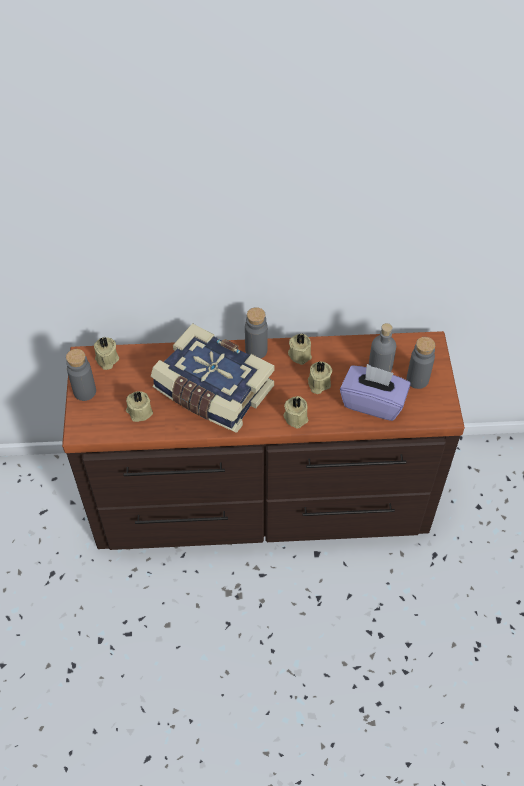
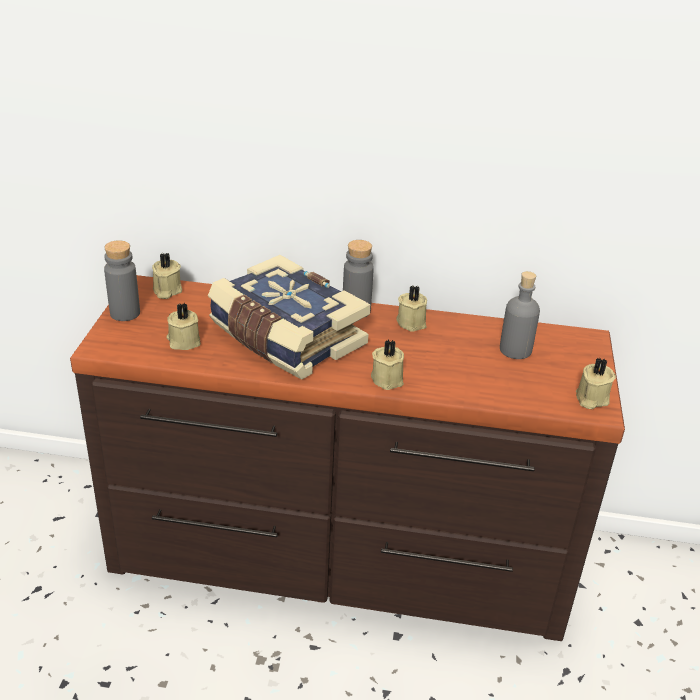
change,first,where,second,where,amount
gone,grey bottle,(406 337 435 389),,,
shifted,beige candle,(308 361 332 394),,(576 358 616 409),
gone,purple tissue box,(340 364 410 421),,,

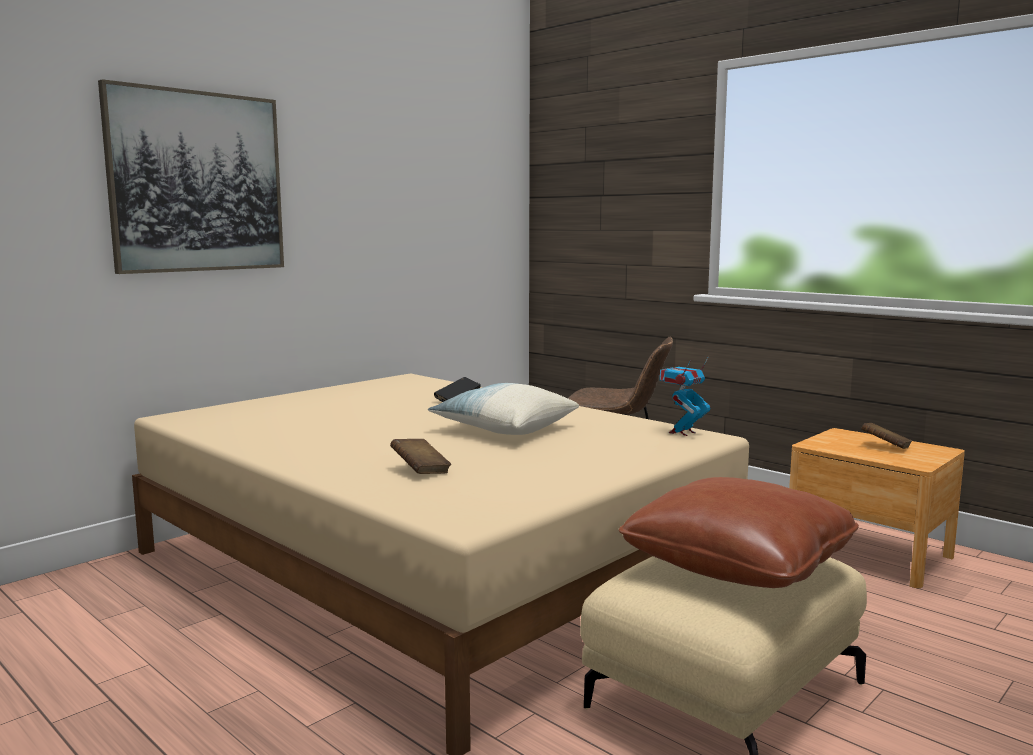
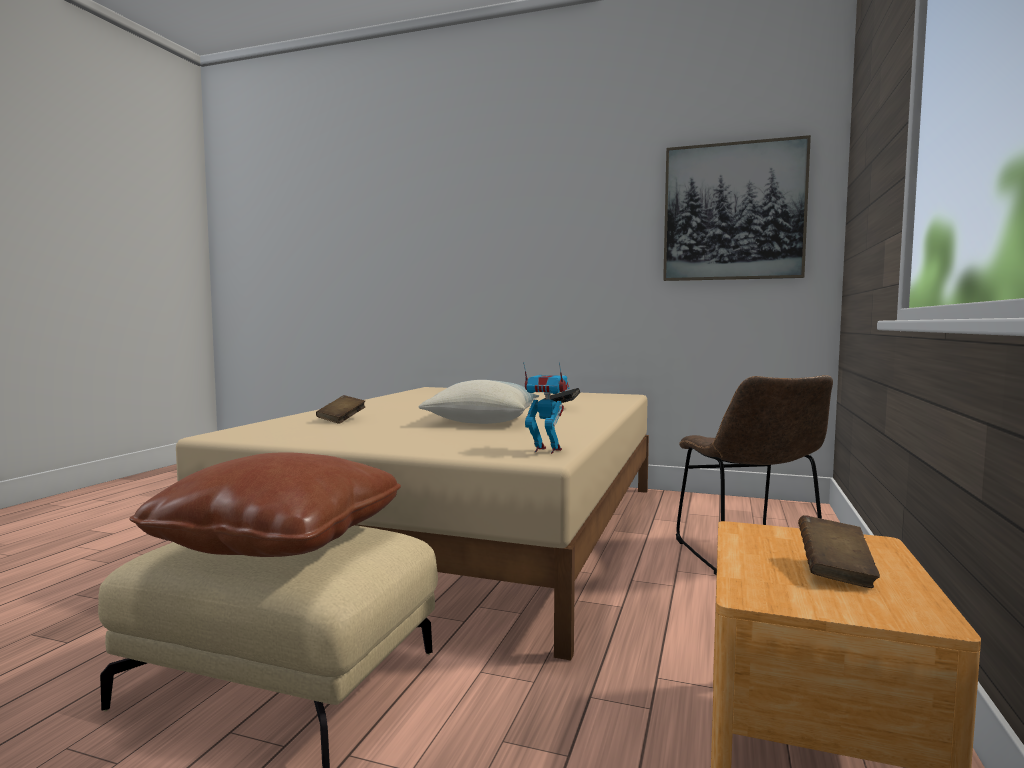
change,first,where,second,where,amount
shifted,picture,(98 79 284 274),,(663 135 811 281),

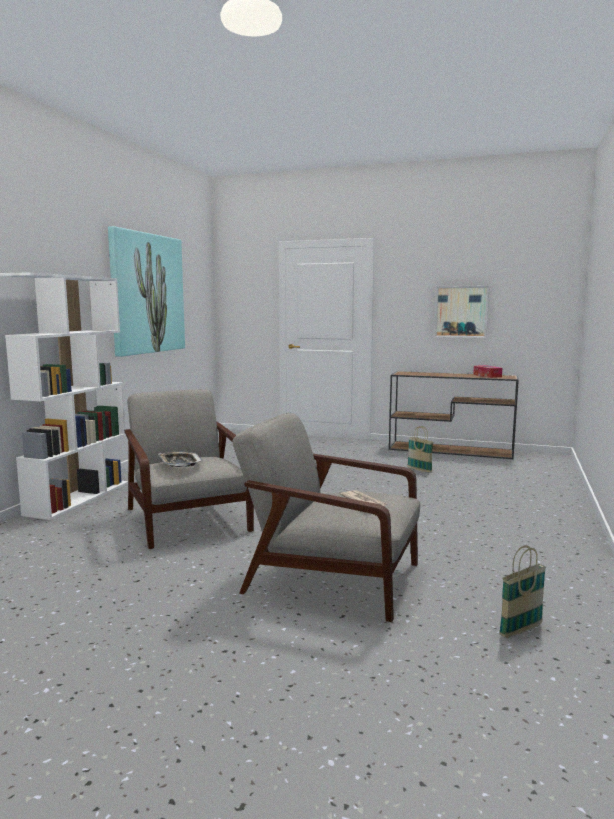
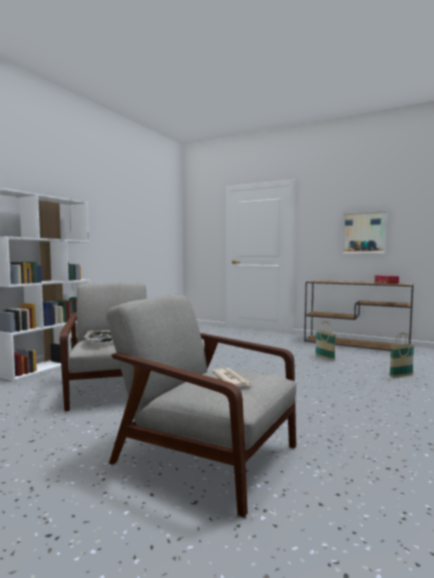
change,first,where,second,where,amount
gone,picture,(108 226 185 357),,,
shifted,basket,(499 545 546 638),,(389 332 414 378),

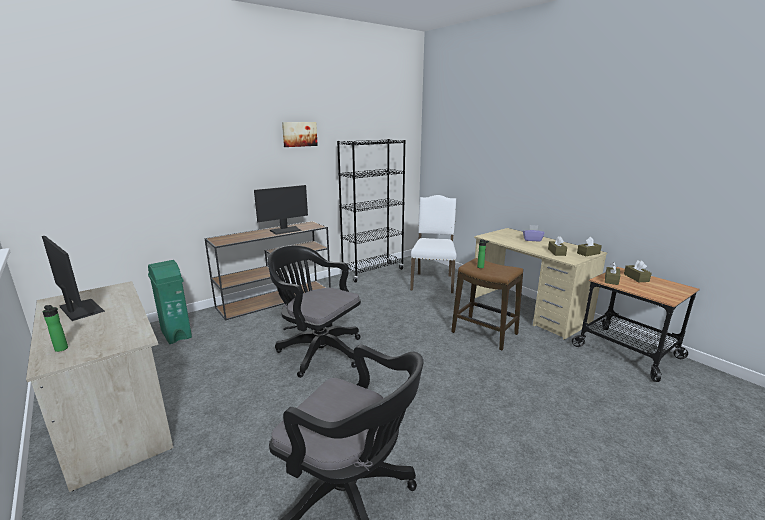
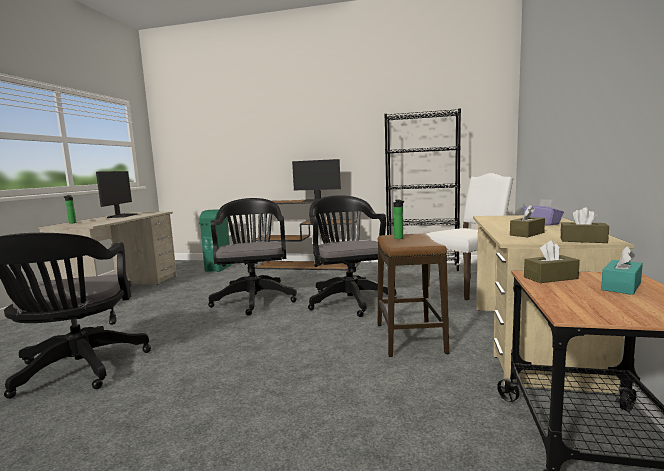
change,first,where,second,where,amount
gone,picture,(282 122 318 147),,,
repainted,brown tissue box,(624 260 652 282),turquoise tissue box,(601 246 643 295),
new,,,black office chair,(308 195 397 317),

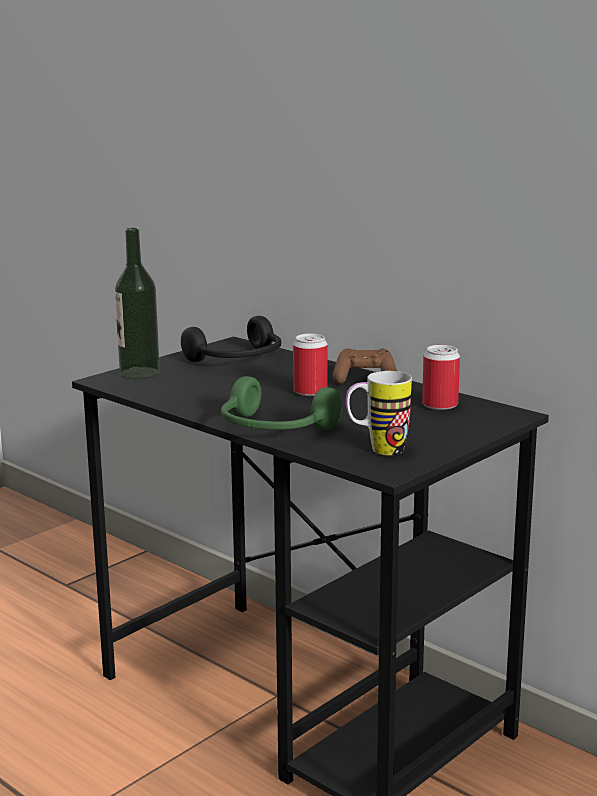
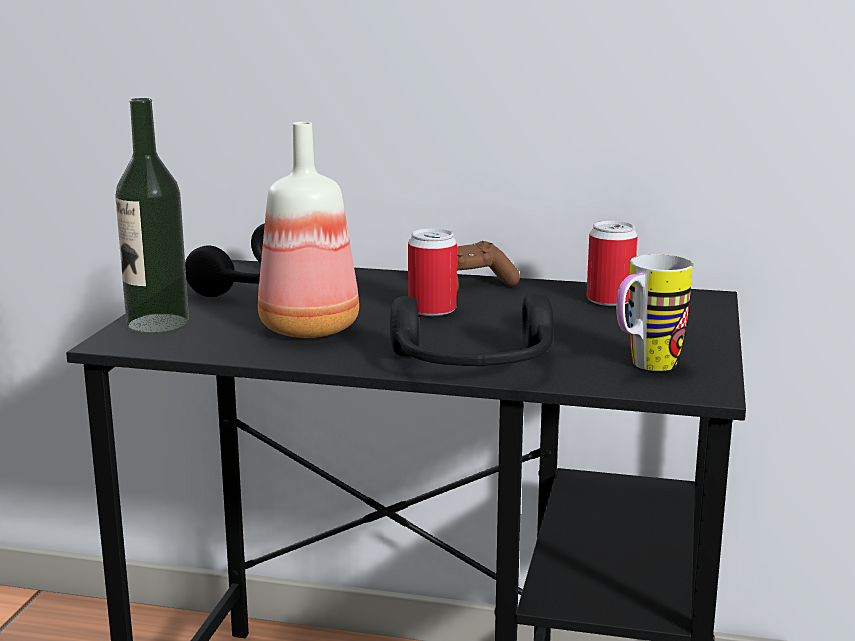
change,first,where,second,where,amount
repainted,green headphones,(221 376 342 430),black headphones,(390 293 554 366),
new,,,bottle,(258 122 359 338),

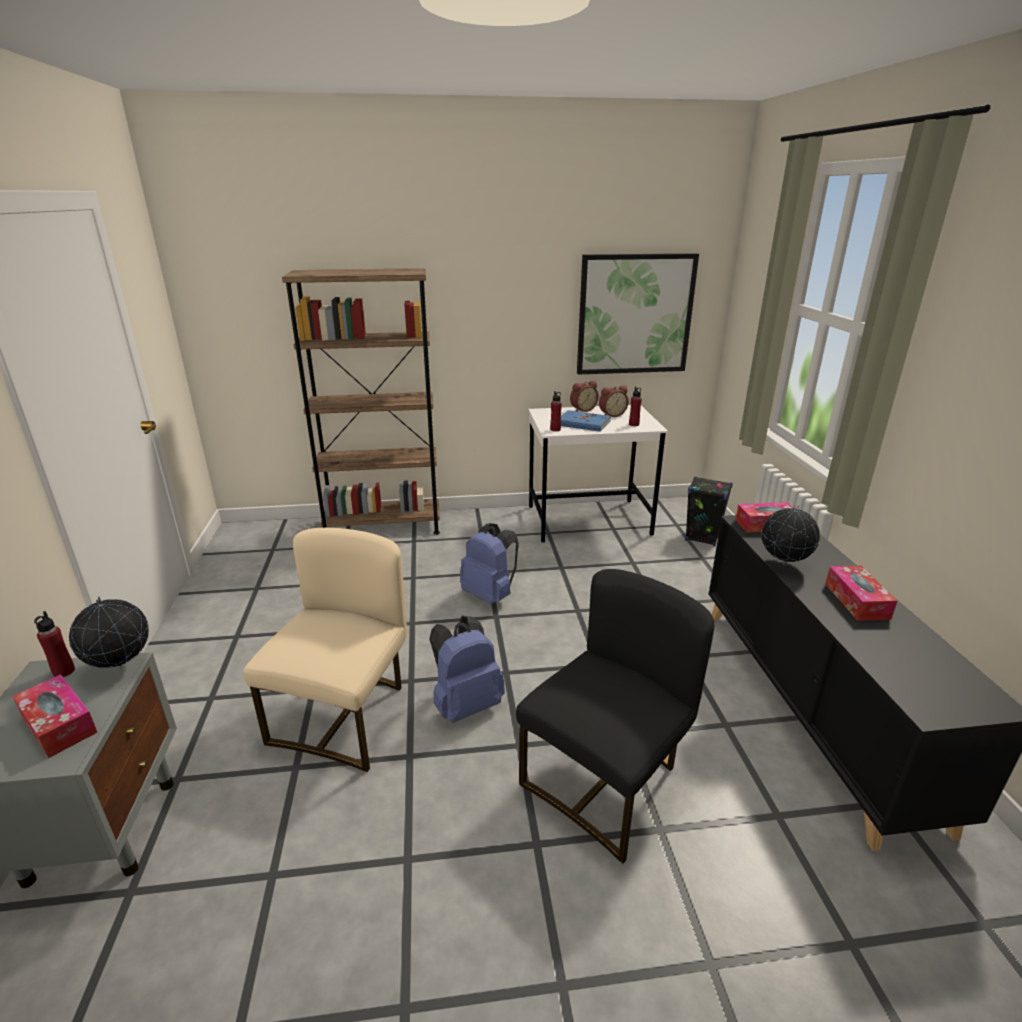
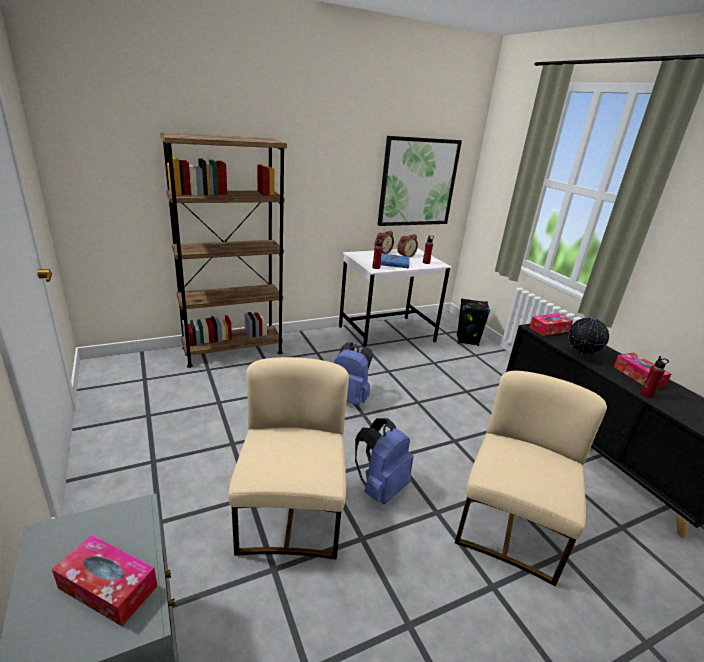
change,first,where,second,where,amount
repainted,black chair,(516 569 715 864),beige chair,(455 371 607 586),
gone,globe,(69 596 149 669),,,
shifted,red bottle,(34 611 75 677),,(640 356 669 398),

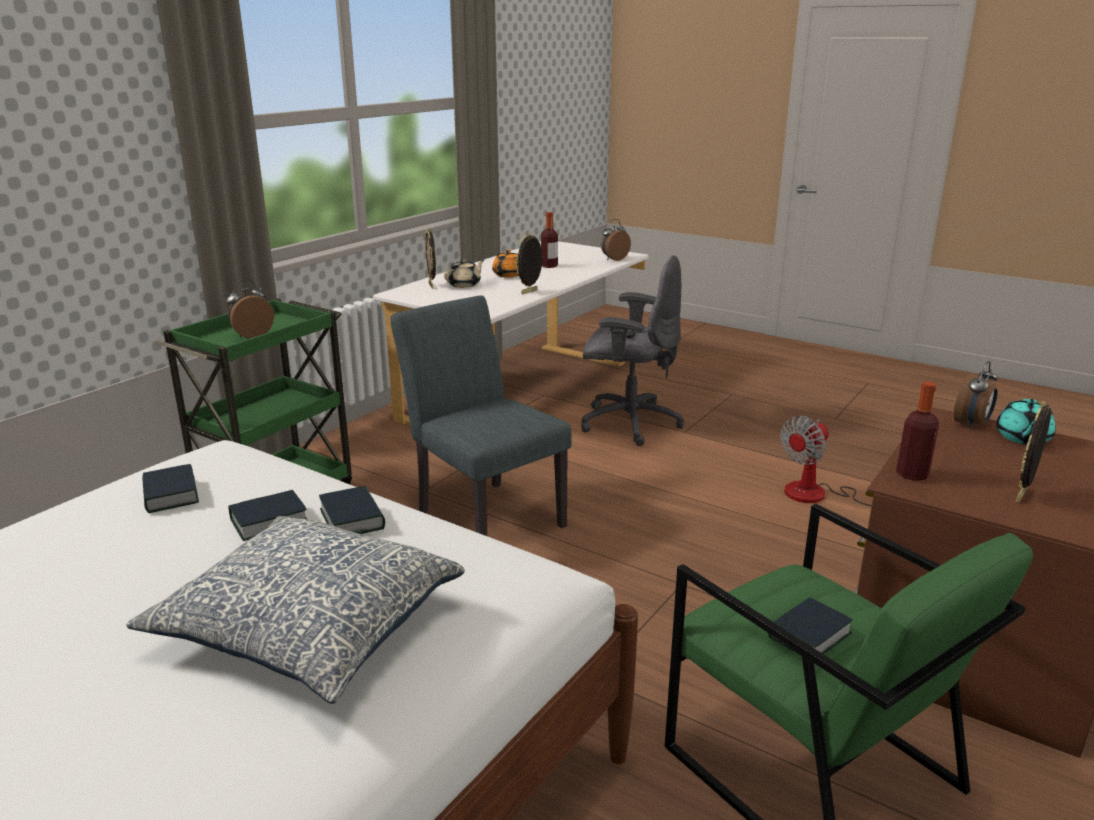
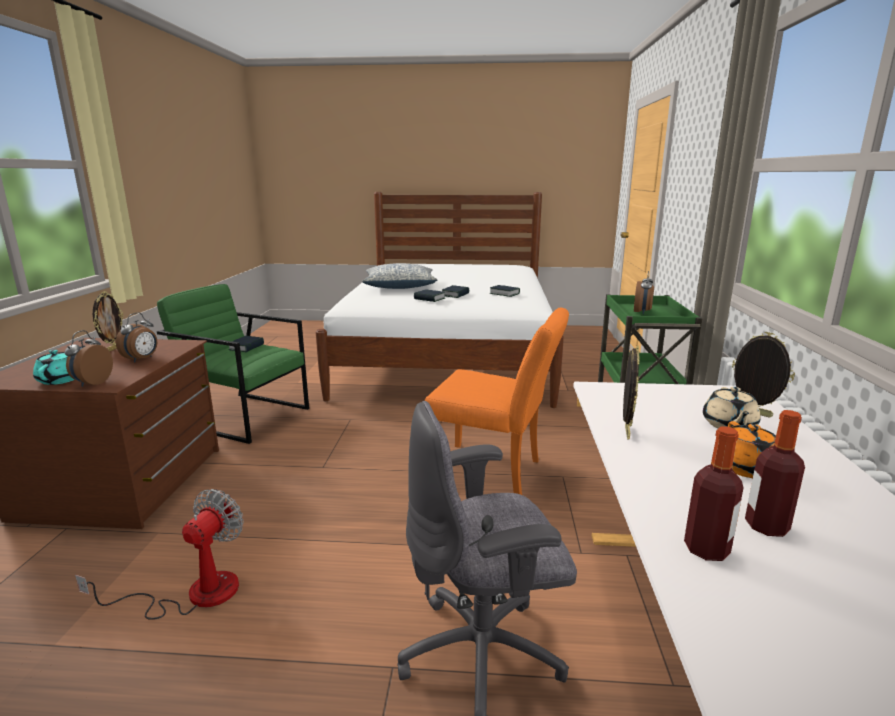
change,first,where,second,where,amount
shifted,alarm clock,(601 219 631 261),,(116 313 157 362),
repainted,grey chair,(391 295 571 536),orange chair,(425 307 569 495),
shifted,bottle,(896 381 939 481),,(684 426 744 561),

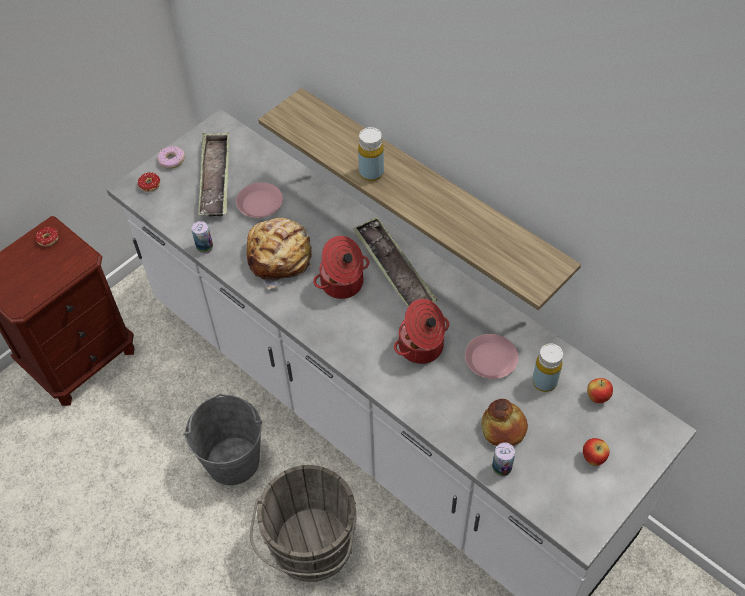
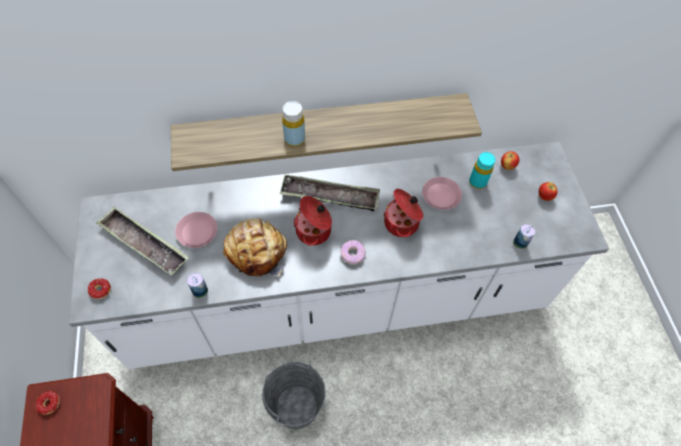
change,first,where,second,where,amount
shifted,donut,(157 146 185 169),,(340 240 366 264),
repainted,yellow bottle,(532 344 563 392),turquoise bottle,(469 152 496 189),
gone,bread,(481 399 528 446),,,
gone,grey bucket,(250 465 357 582),,,

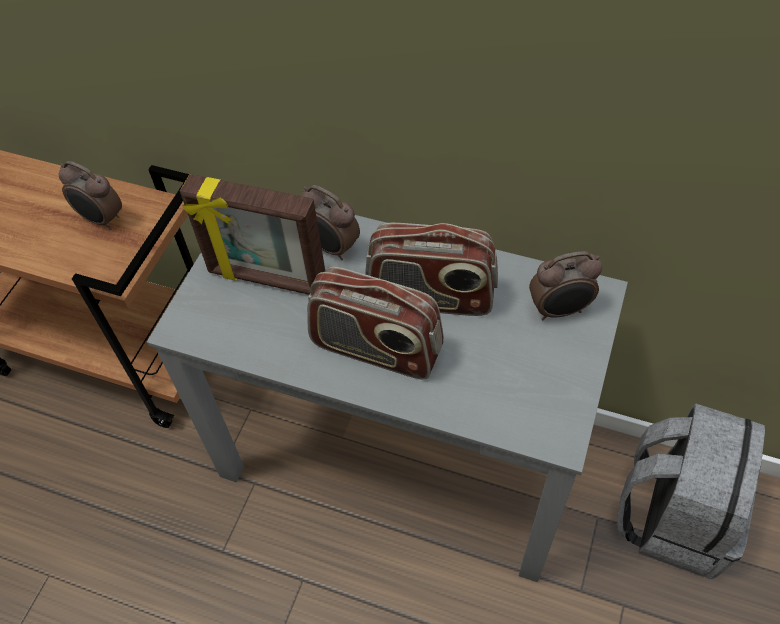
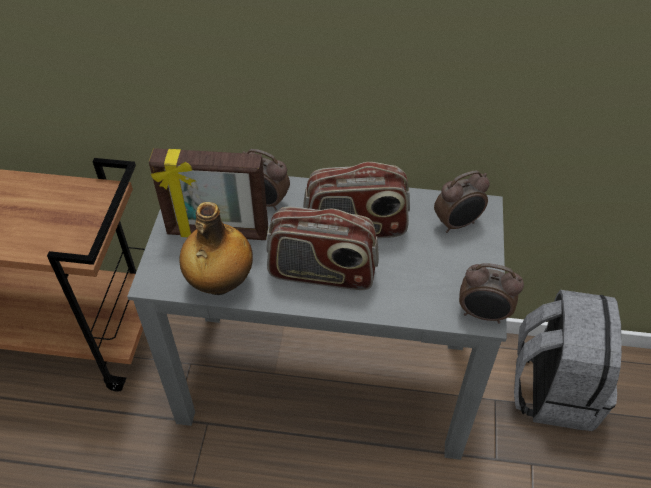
change,first,where,second,where,amount
shifted,alarm clock,(59 161 122 230),,(459 263 524 324),
new,,,bottle,(179 202 253 295),

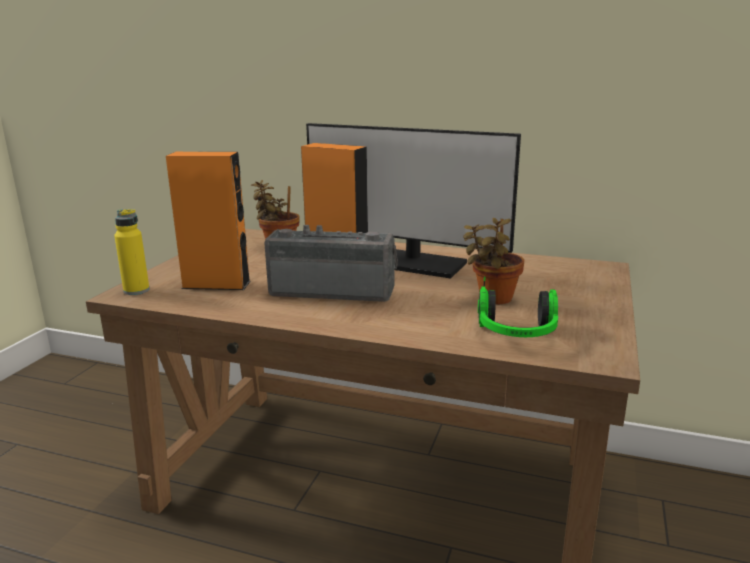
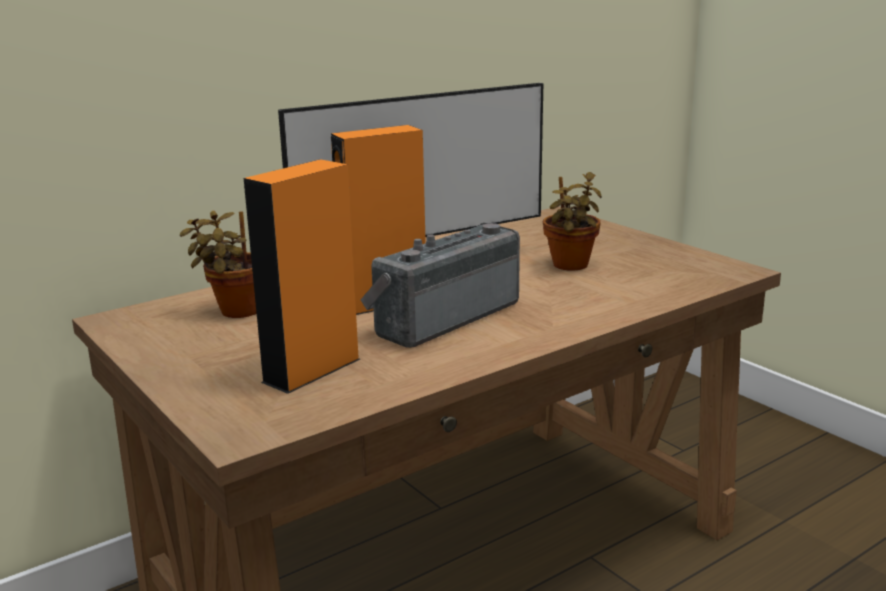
change,first,where,second,where,amount
gone,yellow bottle,(114 209 150 295),,,
gone,headphones,(478 277 558 337),,,

